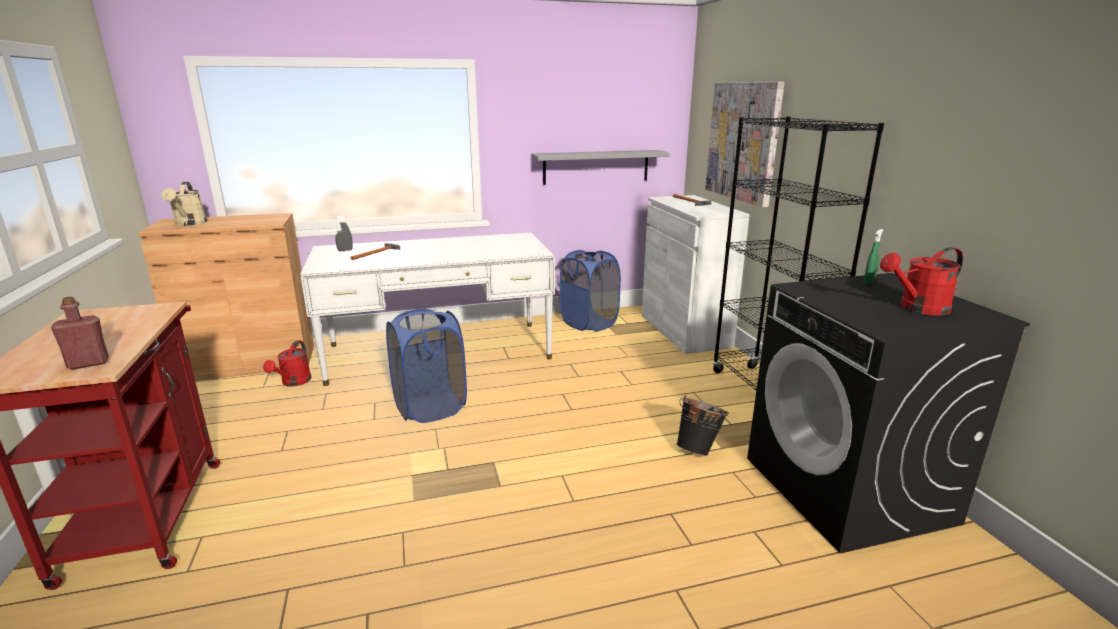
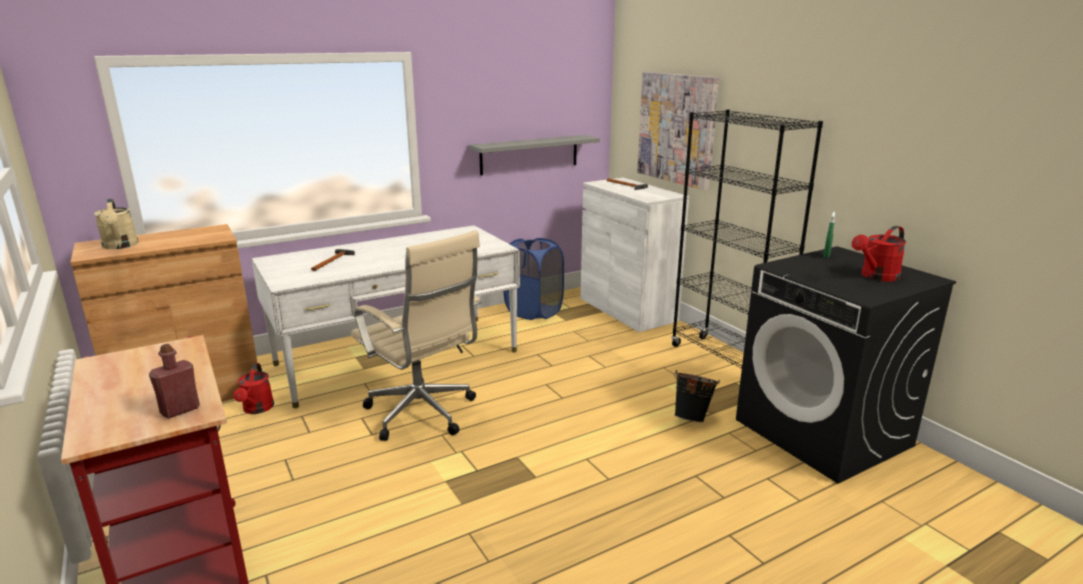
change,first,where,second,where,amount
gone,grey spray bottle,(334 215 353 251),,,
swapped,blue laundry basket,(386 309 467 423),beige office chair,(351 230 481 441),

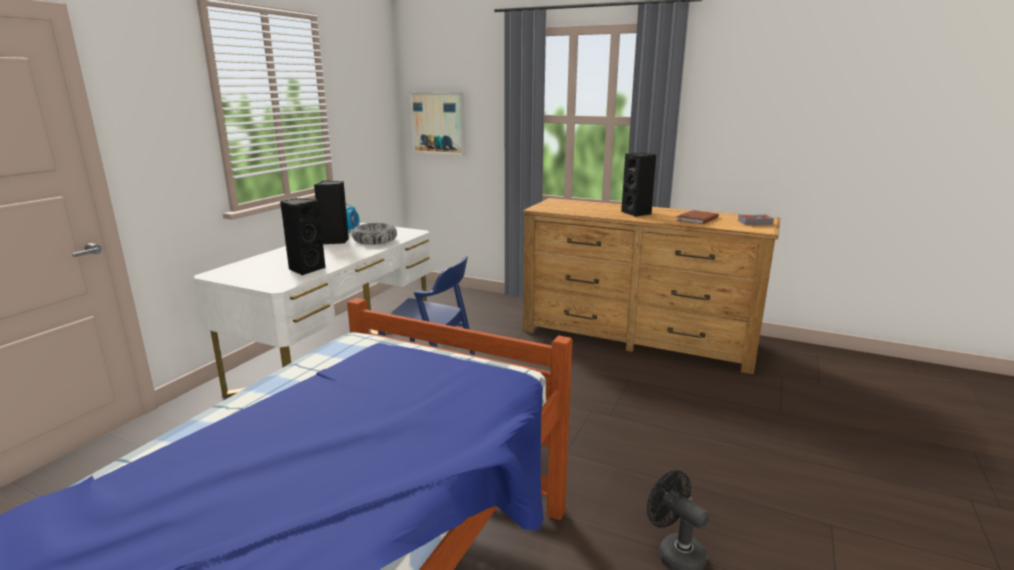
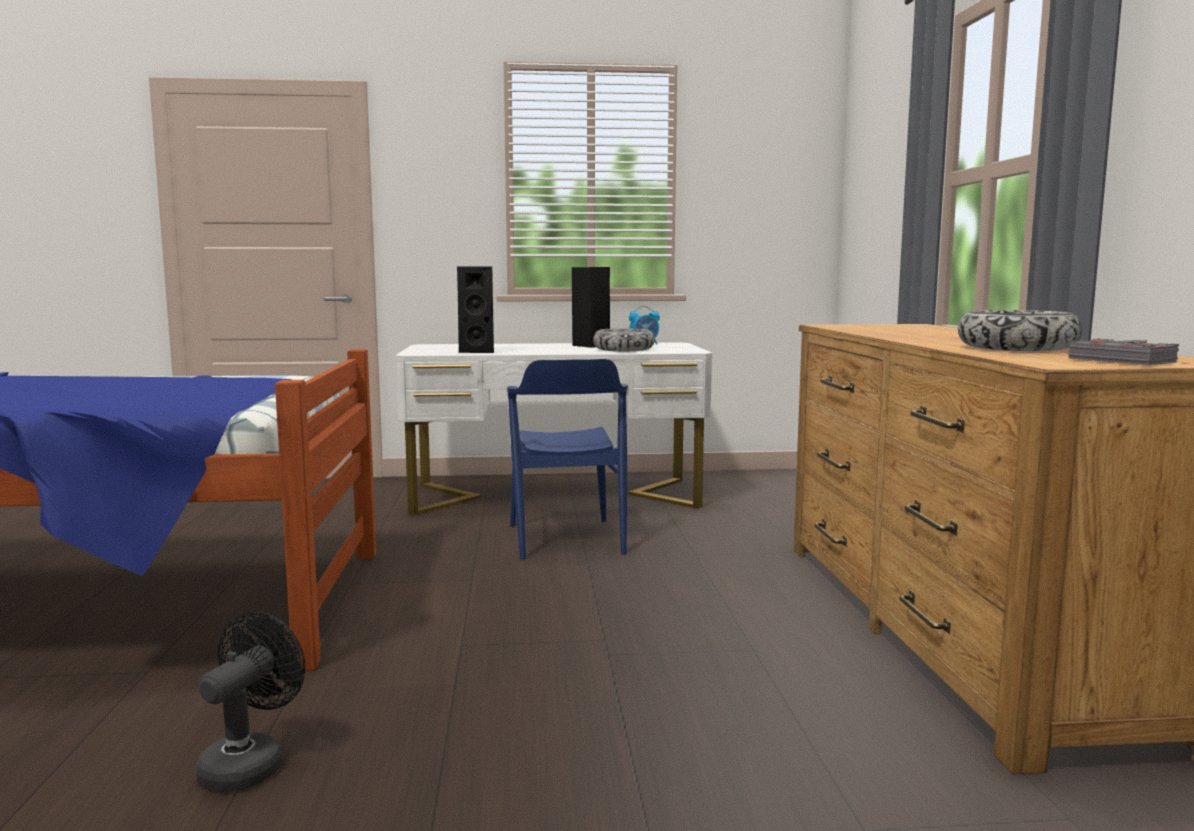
change,first,where,second,where,amount
gone,picture,(410 92 465 156),,,
gone,black speaker,(621 153 656 217),,,
swapped,brown book,(677 210 719 224),bowl,(958 310 1082 351),

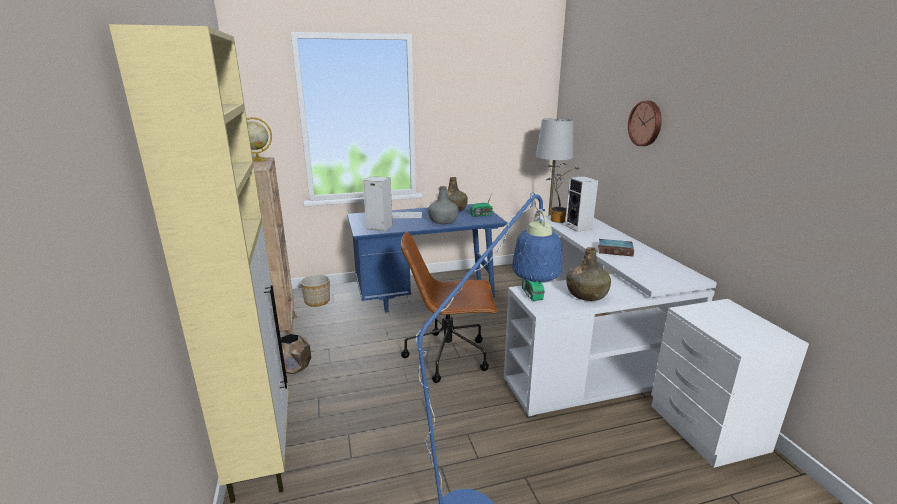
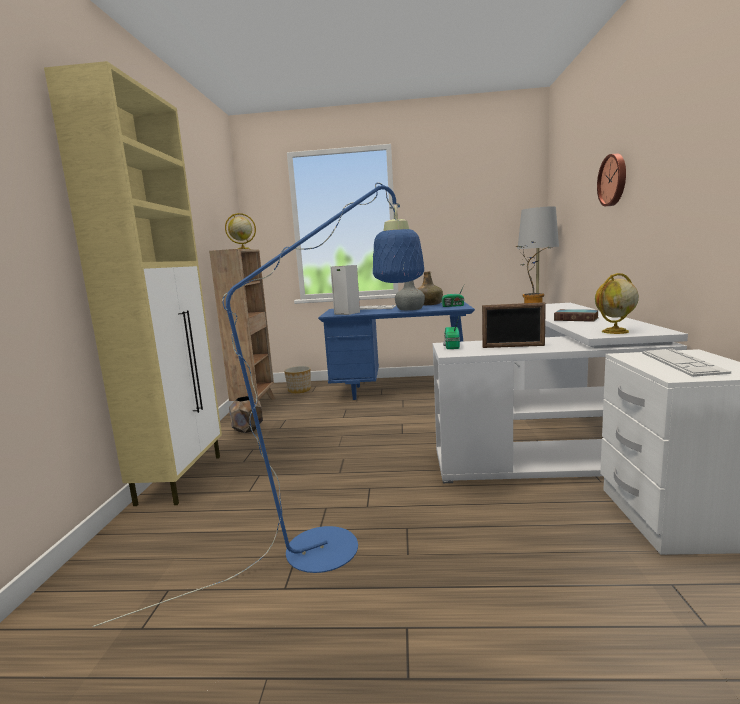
change,first,where,second,where,amount
gone,speaker,(565 176 598 232),,,
gone,brown office chair,(400 231 497 383),,,
swapped,green bottle,(566 247 611 301),picture frame,(482 302 546 348),
new,,,globe,(595 273 639 334),
new,,,keyboard,(642 349 731 377),

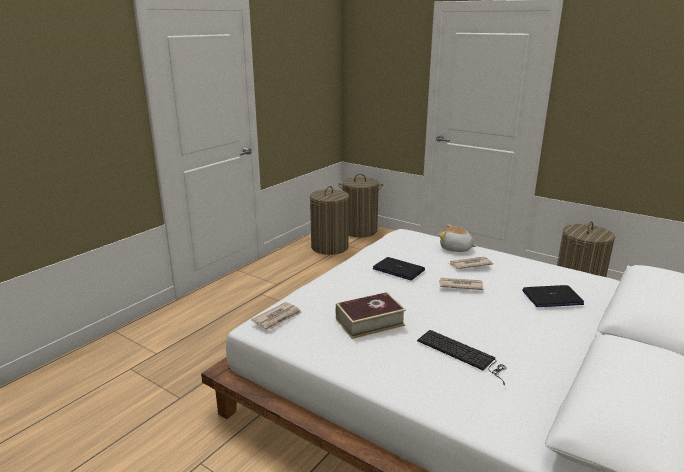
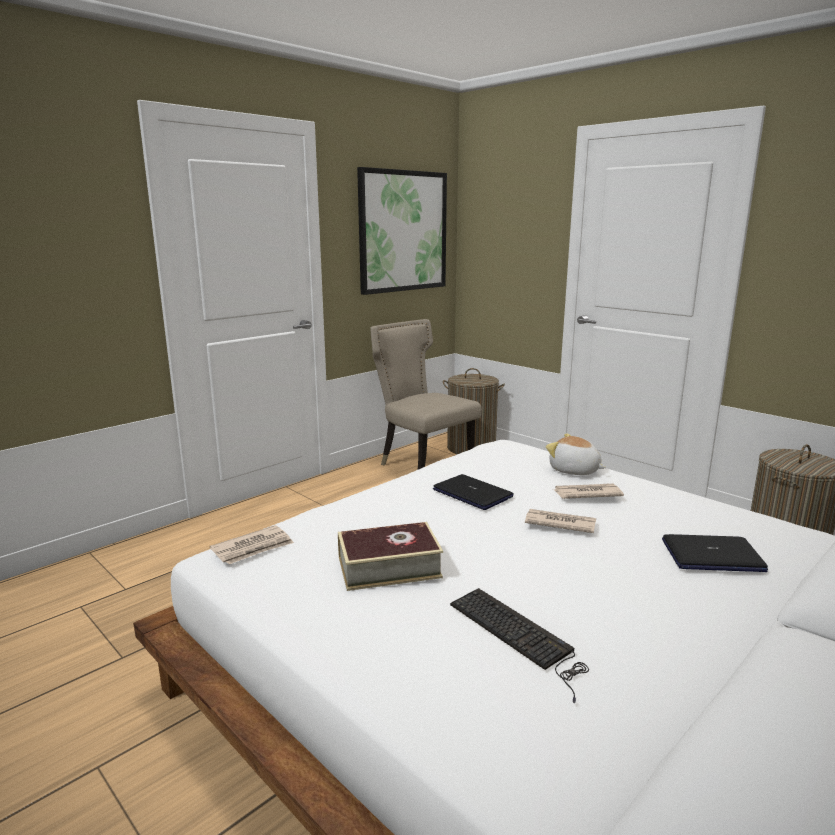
change,first,where,second,where,amount
swapped,laundry basket,(310 186 349 255),beige chair,(370 319 482 470),
new,,,picture,(357 167 447 295),

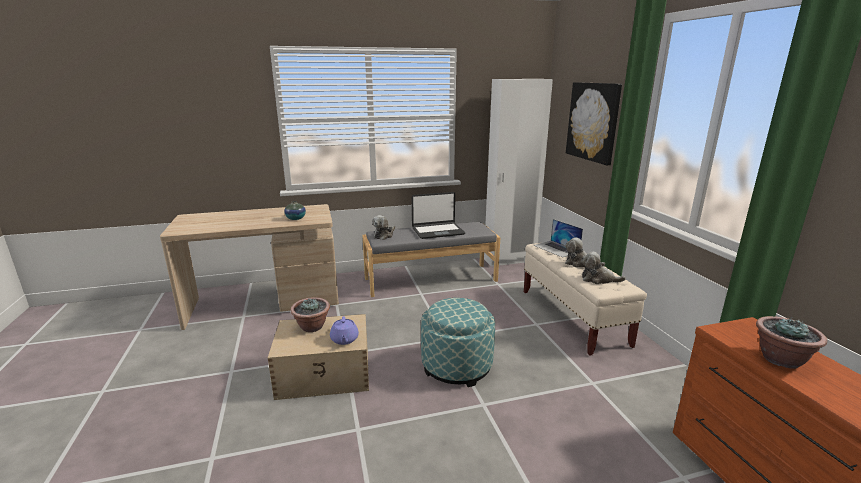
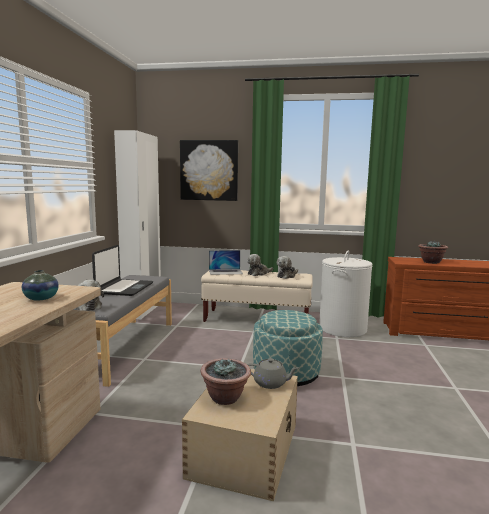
change,first,where,second,where,amount
repainted,purple teapot,(330 316 359 345),grey teapot,(247 358 299 389),
new,,,white laundry basket,(319 251 372 337),

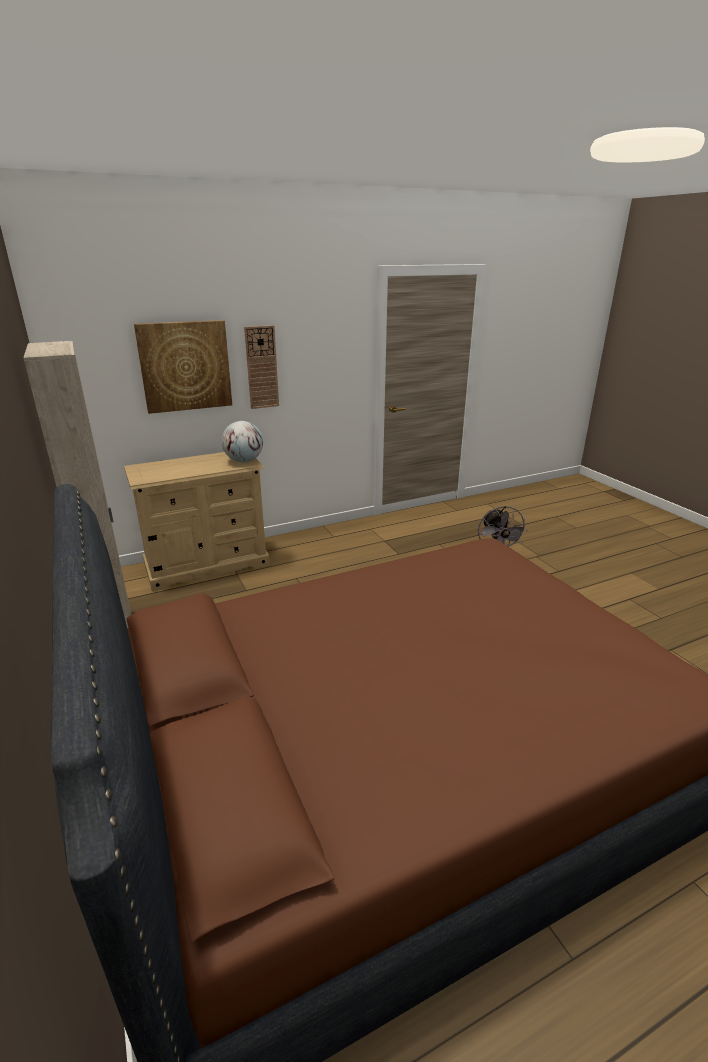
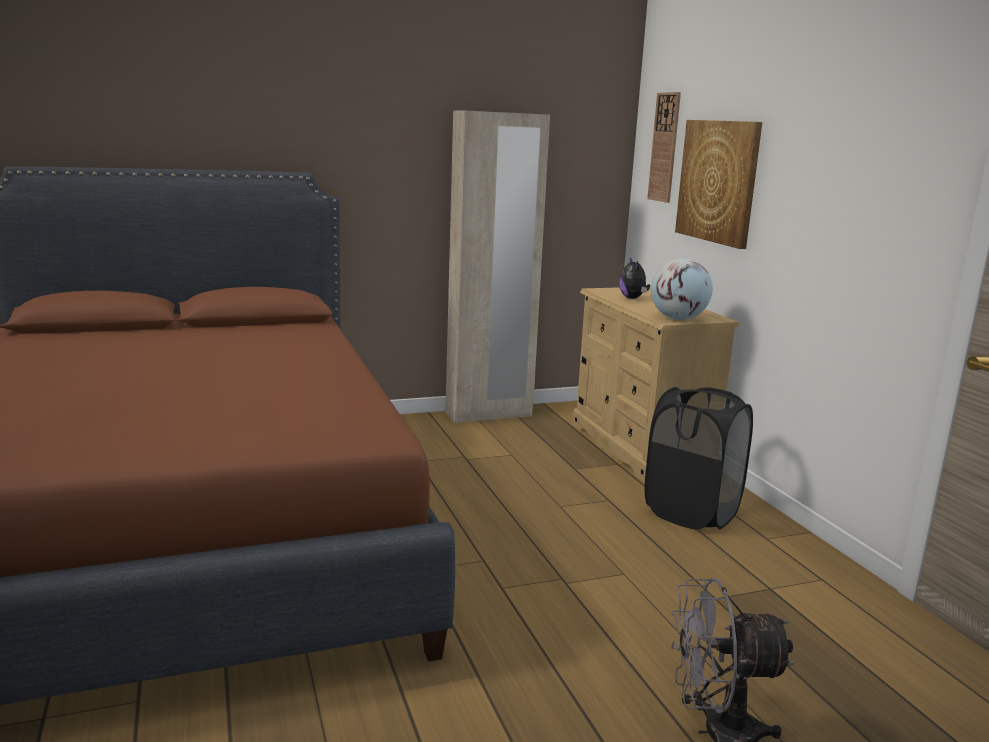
change,first,where,second,where,amount
shifted,wall clock,(244 325 279 409),,(647 92 681 203),
new,,,plush toy,(619 258 650 299),
new,,,black laundry basket,(644 387 753 530),

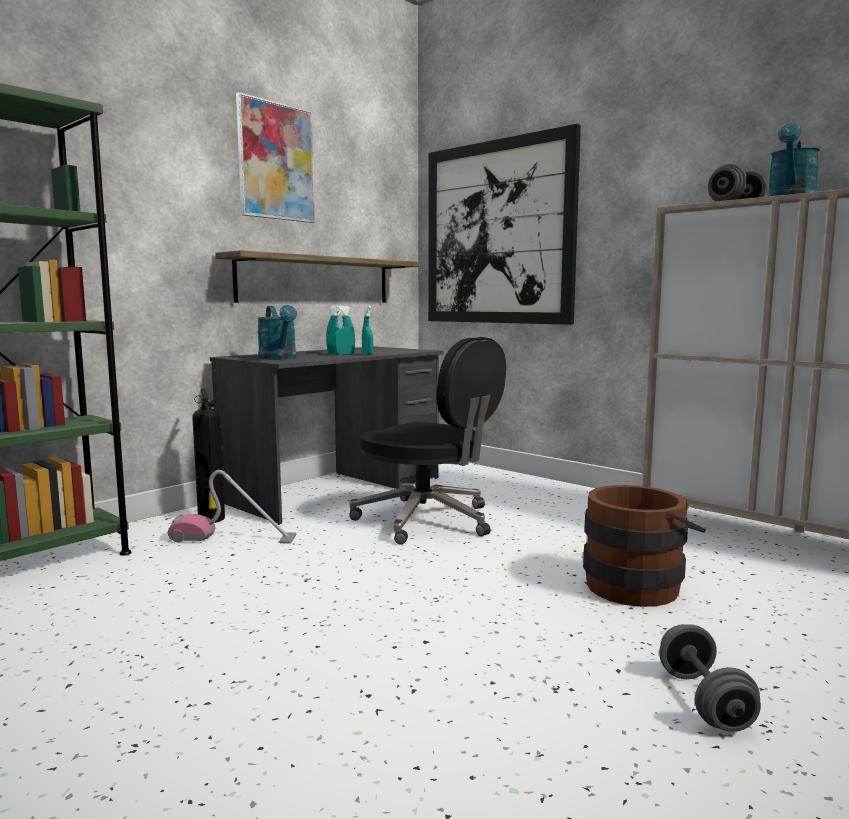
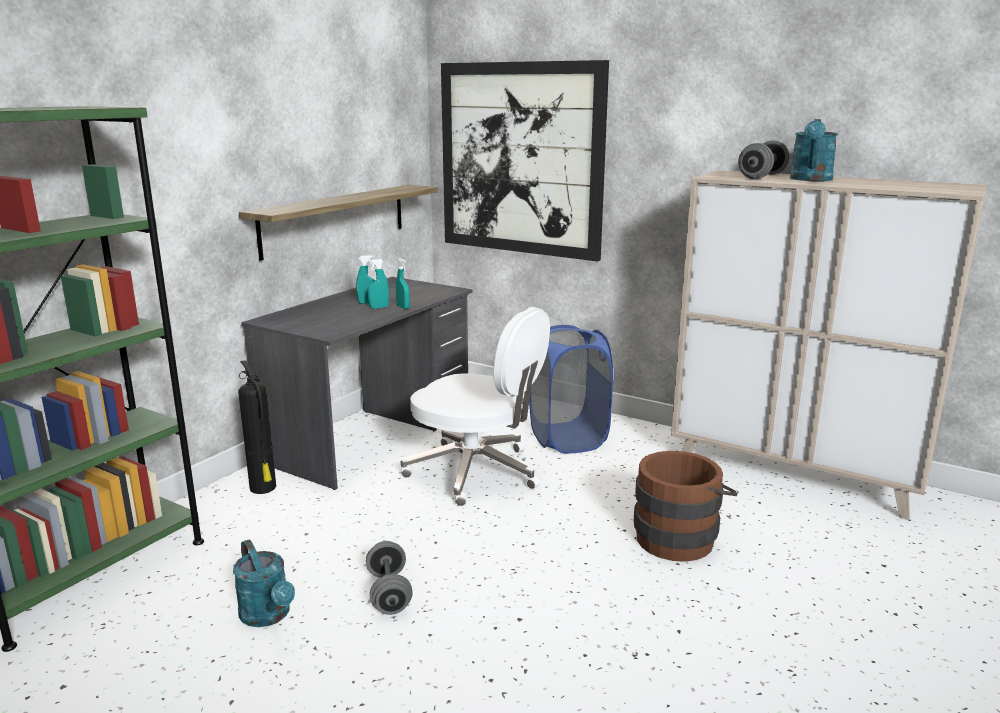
change,first,where,second,where,amount
gone,picture,(236 92 315 223),,,
shifted,turquoise watering can,(257 305 297 360),,(233 539 295 627),
repainted,black office chair,(349 337 506 545),white office chair,(401 307 550 506),
gone,vacuum cleaner,(168 470 296 544),,,
shifted,grey dumbbell,(659 624 761 732),,(366 541 413 615),
new,,,blue laundry basket,(529 325 613 453),

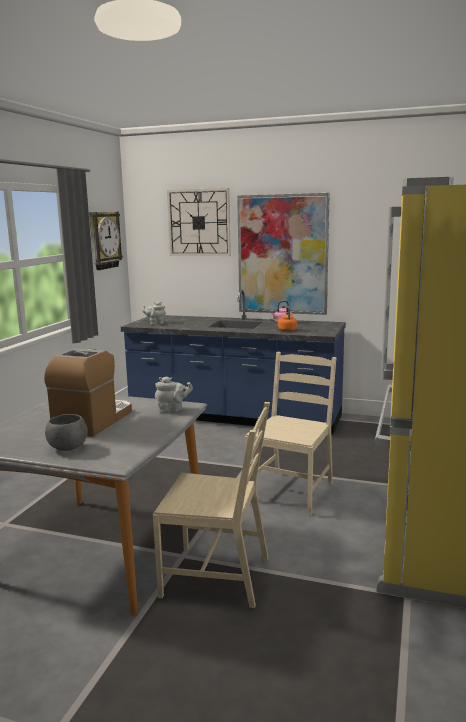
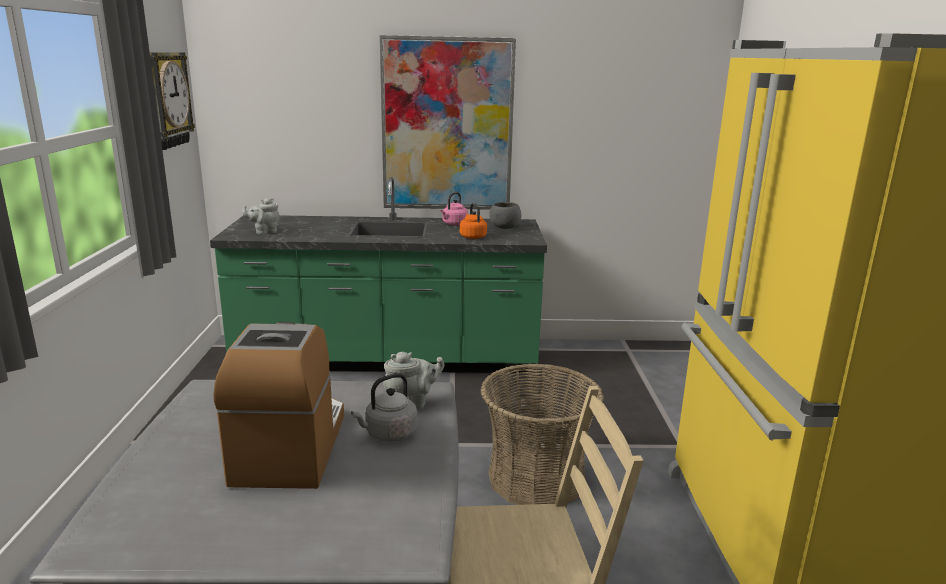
change,first,where,second,where,amount
gone,wall clock,(167 188 231 256),,,
repainted,blue counter,(121 290 346 434),green counter,(210 177 547 373),
swapped,beige chair,(245 352 337 516),basket,(481 363 604 505),
shifted,grey bowl,(45 414 88 451),,(489 202 521 229),
new,,,grey kettle,(351 373 417 442),

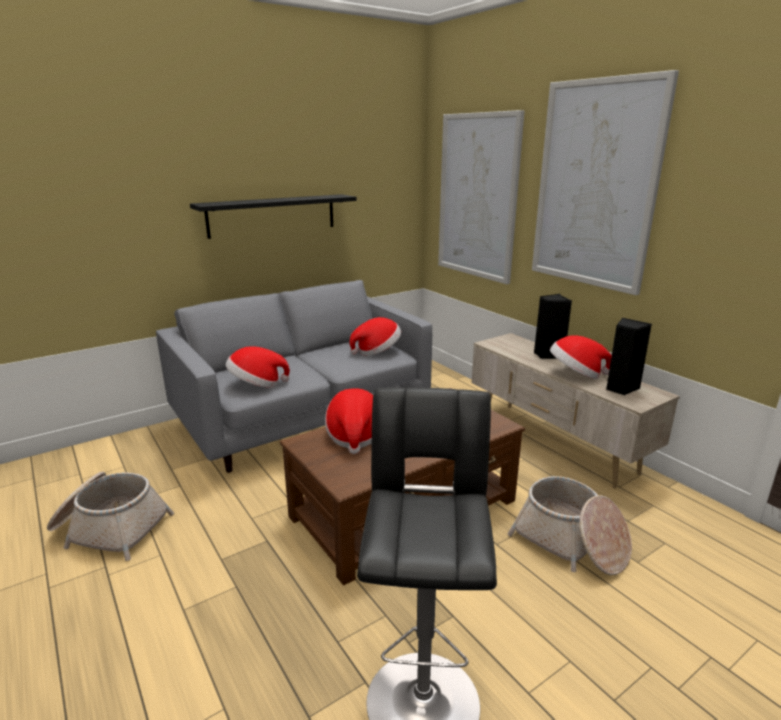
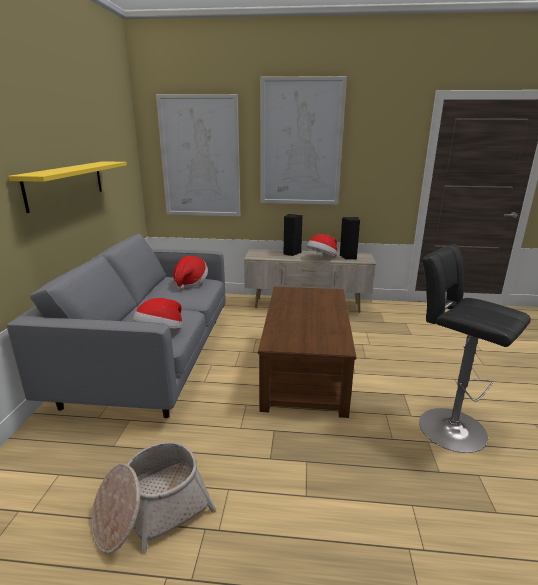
change,first,where,second,where,amount
repainted,black shelf,(190 194 357 239),yellow shelf,(8 161 127 213),
gone,hat,(325 388 373 454),,,
gone,basket,(507 476 632 575),,,

